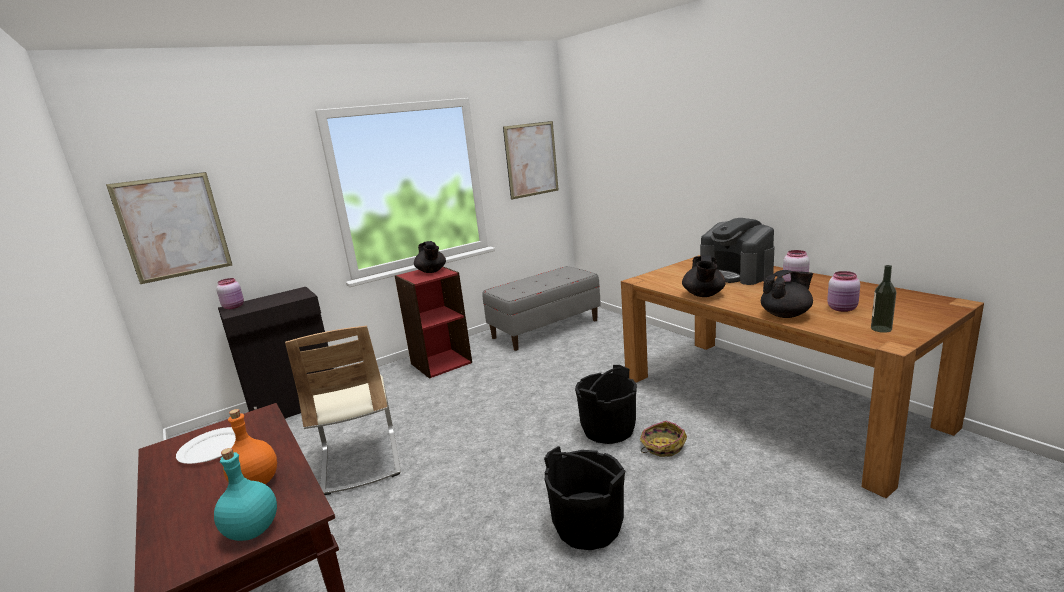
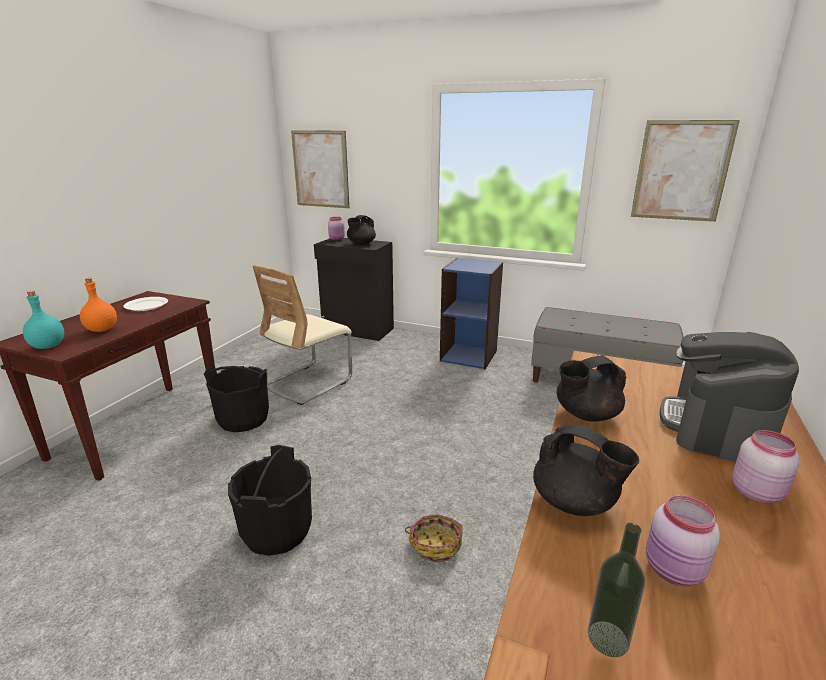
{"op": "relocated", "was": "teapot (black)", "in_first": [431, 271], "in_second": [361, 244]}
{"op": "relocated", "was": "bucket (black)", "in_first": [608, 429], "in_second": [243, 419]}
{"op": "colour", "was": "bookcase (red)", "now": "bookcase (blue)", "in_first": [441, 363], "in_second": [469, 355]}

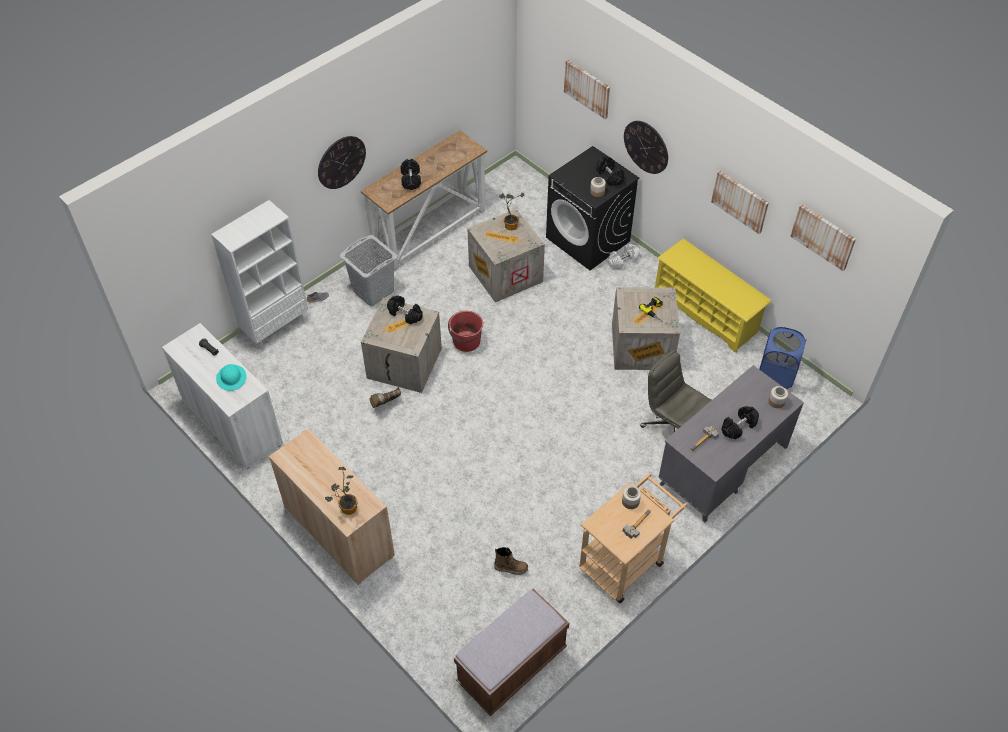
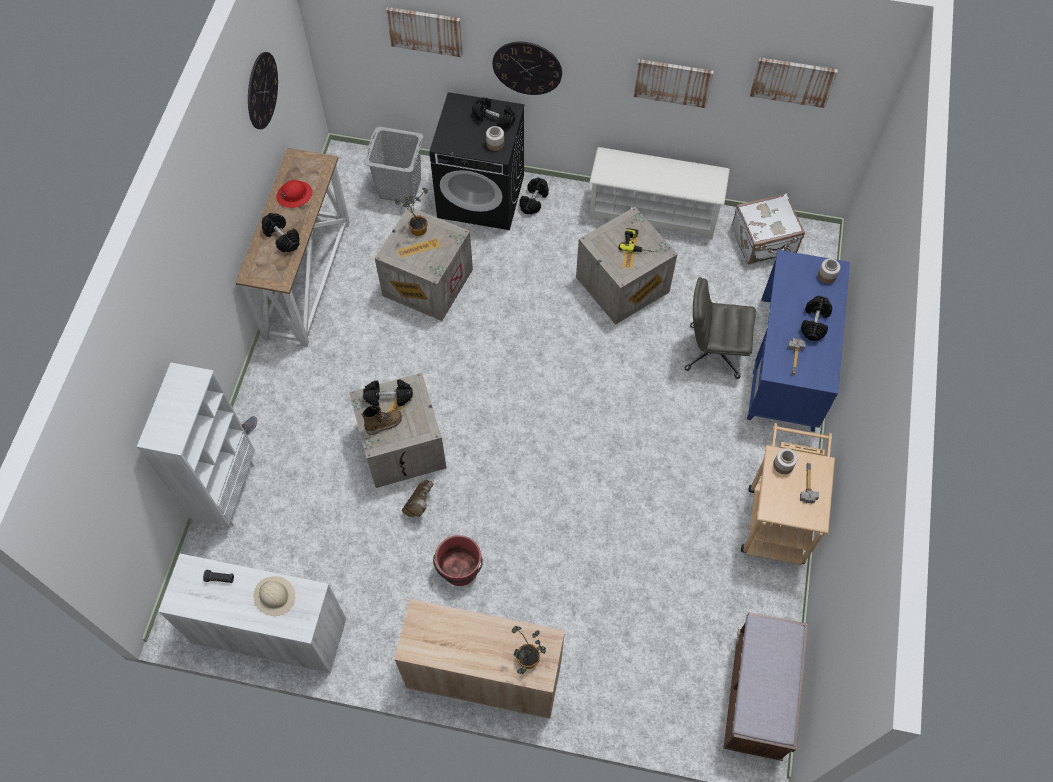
{"op": "appeared", "now": "hard hat (red)", "in_second": [294, 195]}
{"op": "relocated", "was": "wall clock", "in_first": [341, 162], "in_second": [262, 90]}
{"op": "relocated", "was": "laundry basket (grey)", "in_first": [373, 291], "in_second": [400, 188]}
{"op": "relocated", "was": "bucket (red)", "in_first": [466, 341], "in_second": [460, 569]}
{"op": "relocated", "was": "boot", "in_first": [511, 568], "in_second": [384, 424]}
{"op": "exchanged", "was": "laundry basket (blue)", "now": "suitcase (white)", "in_first": [775, 375], "in_second": [764, 242]}
{"op": "colour", "was": "hard hat (turquoise)", "now": "hard hat (beige)", "in_first": [231, 378], "in_second": [274, 596]}
{"op": "colour", "was": "dumbbell (white)", "now": "dumbbell (black)", "in_first": [623, 261], "in_second": [534, 201]}
{"op": "colour", "was": "shoe rack (yellow)", "now": "shoe rack (white)", "in_first": [706, 312], "in_second": [654, 212]}
{"op": "colour", "was": "desk (grey)", "now": "desk (blue)", "in_first": [722, 467], "in_second": [787, 365]}

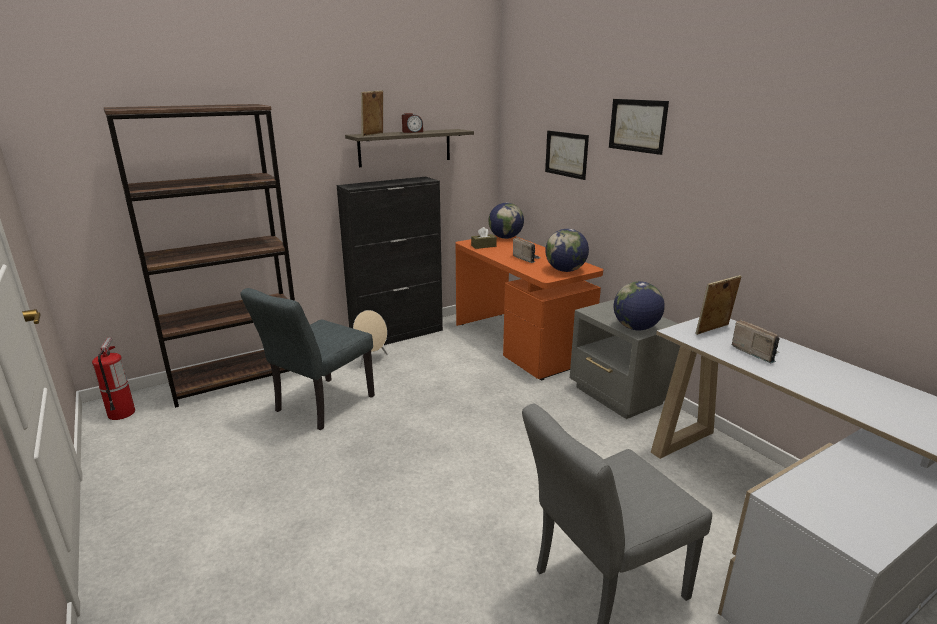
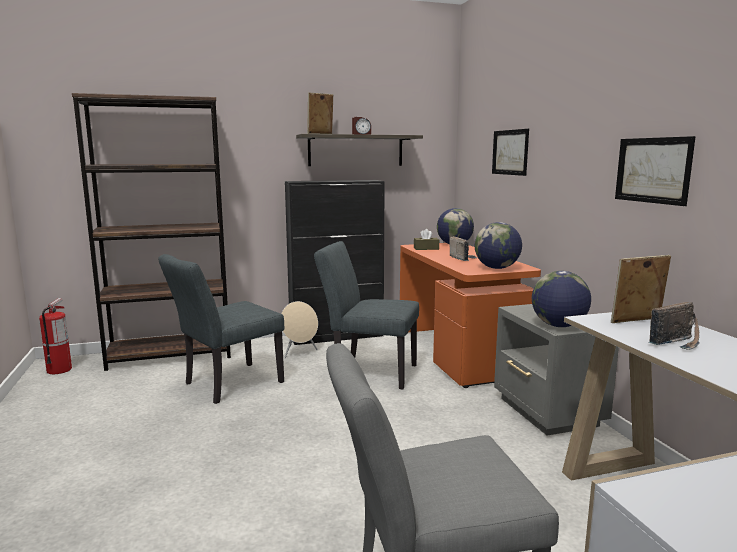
{"op": "appeared", "now": "chair (grey)", "in_second": [368, 372]}
{"op": "relocated", "was": "picture", "in_first": [637, 125], "in_second": [652, 170]}
{"op": "spun", "was": "radio", "in_first": [755, 352], "in_second": [679, 343], "clockwise": 75}

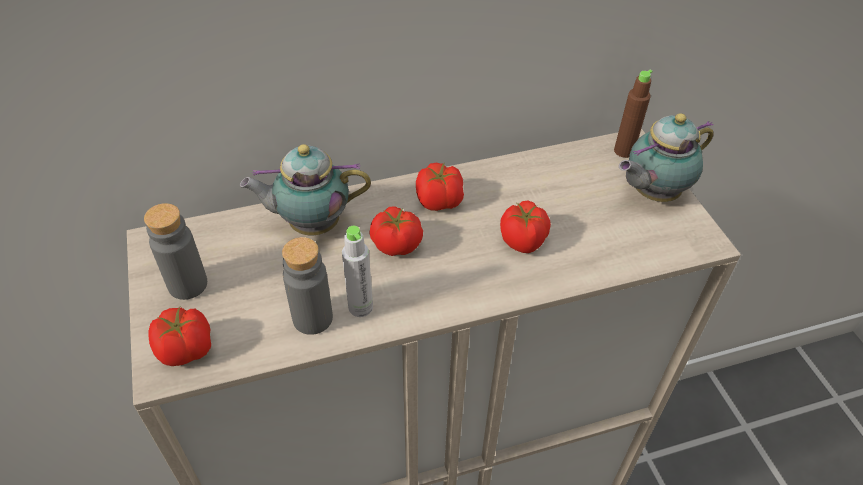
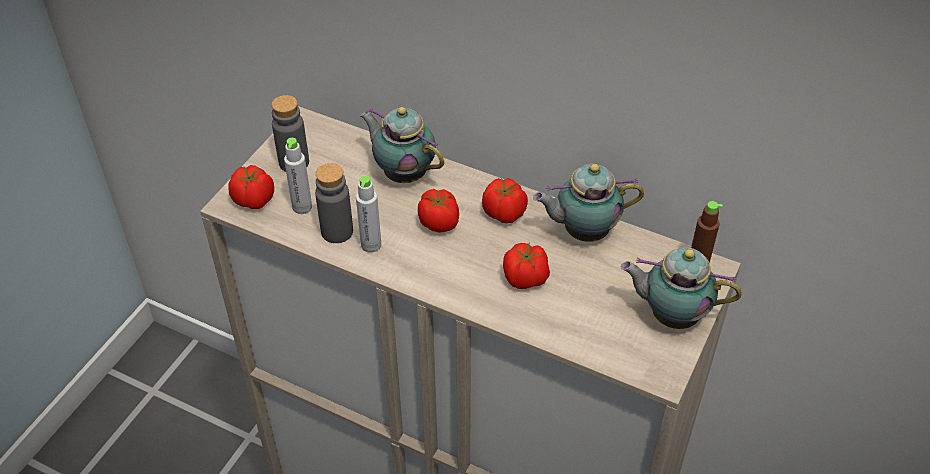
{"op": "appeared", "now": "bottle (grey)", "in_second": [302, 207]}
{"op": "appeared", "now": "teapot", "in_second": [582, 231]}

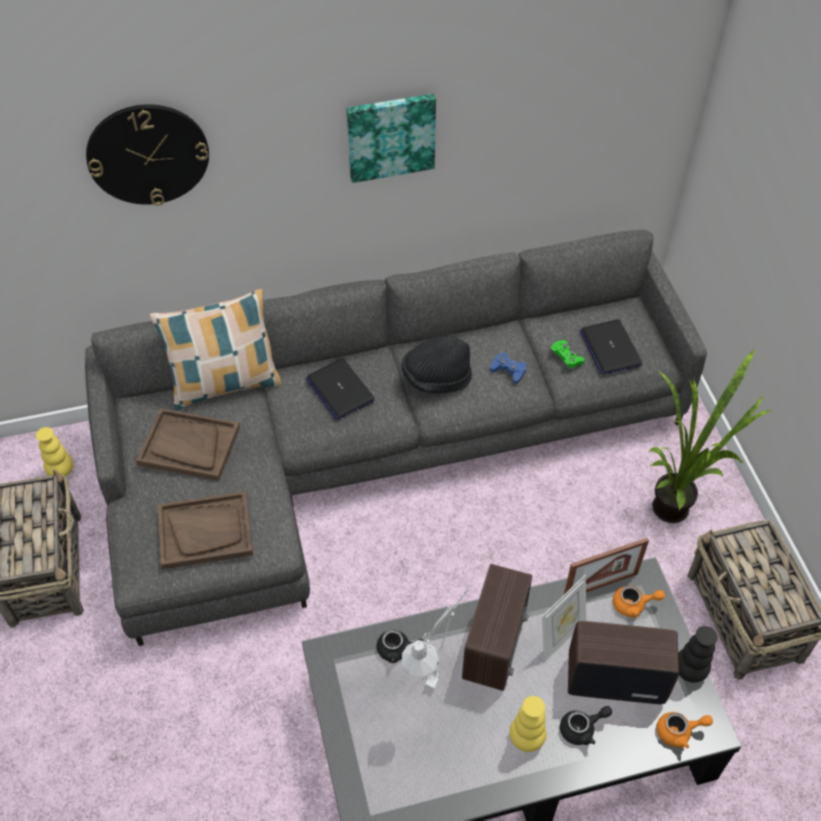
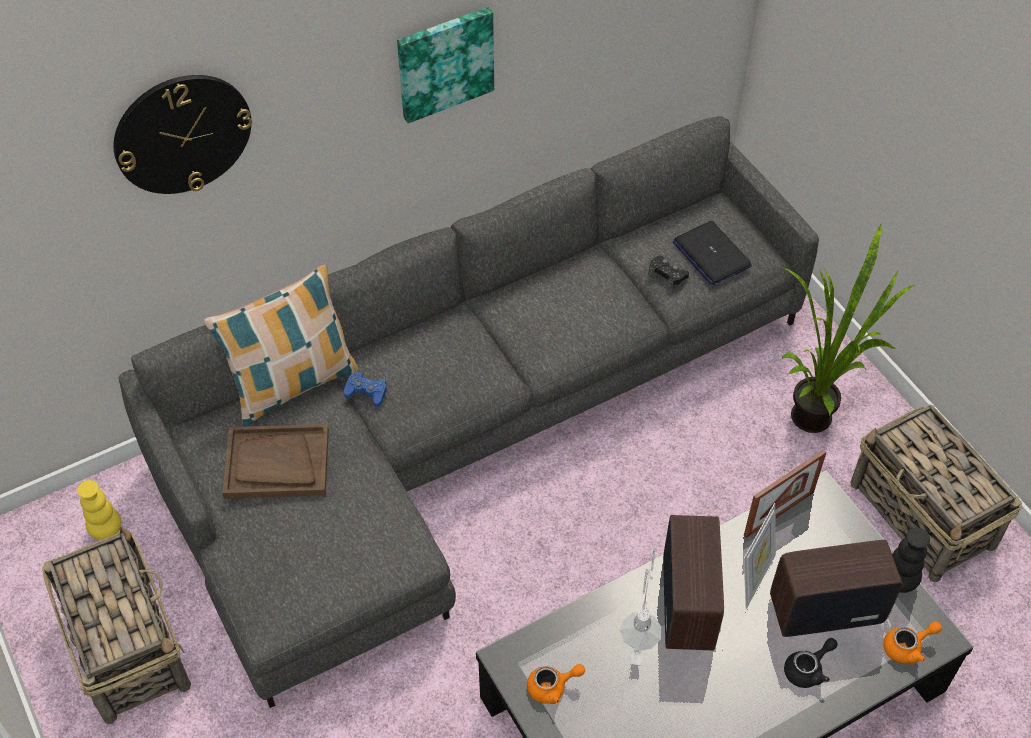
{"op": "missing", "was": "tray (brown)", "in_first": [205, 531]}
{"op": "missing", "was": "laptop", "in_first": [339, 390]}
{"op": "missing", "was": "teapot (black)", "in_first": [398, 650]}
{"op": "missing", "was": "hat (black)", "in_first": [436, 378]}
{"op": "missing", "was": "vase (yellow)", "in_first": [526, 738]}
{"op": "relocated", "was": "game controller (blue)", "in_first": [508, 370], "in_second": [366, 392]}
{"op": "relocated", "was": "teapot (orange)", "in_first": [633, 605], "in_second": [552, 687]}
{"op": "colour", "was": "game controller (green)", "now": "game controller (black)", "in_first": [566, 358], "in_second": [667, 274]}

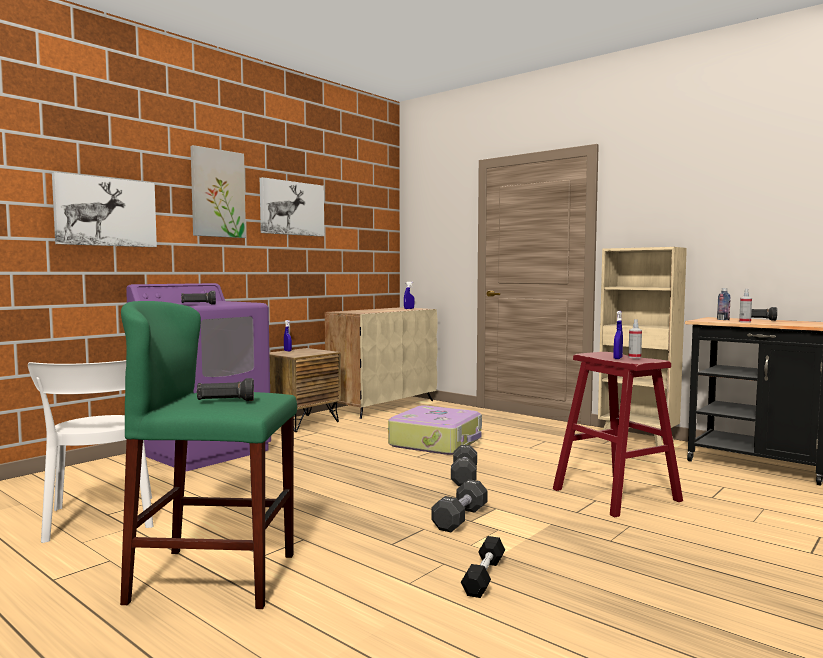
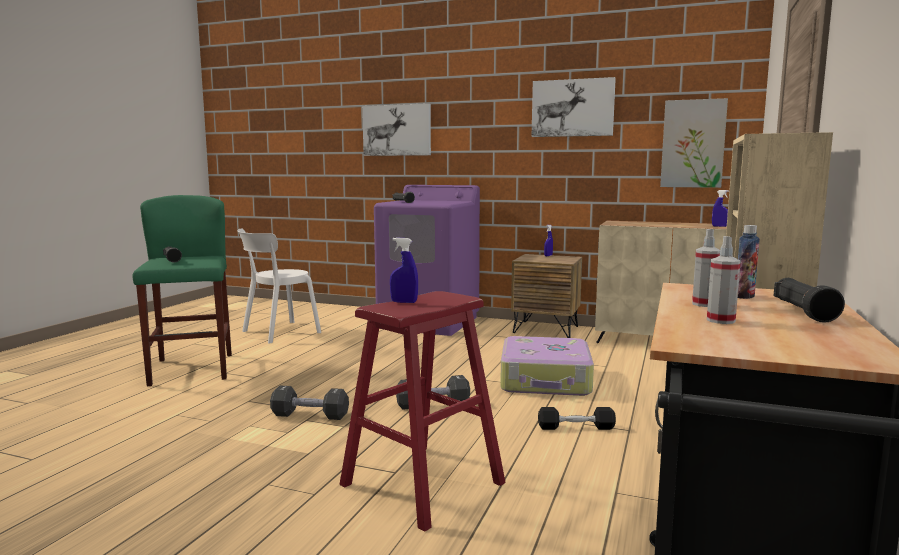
{"op": "relocated", "was": "picture", "in_first": [217, 193], "in_second": [693, 144]}
{"op": "relocated", "was": "dumbbell (black)", "in_first": [484, 576], "in_second": [576, 427]}
{"op": "relocated", "was": "spray bottle", "in_first": [634, 357], "in_second": [720, 320]}

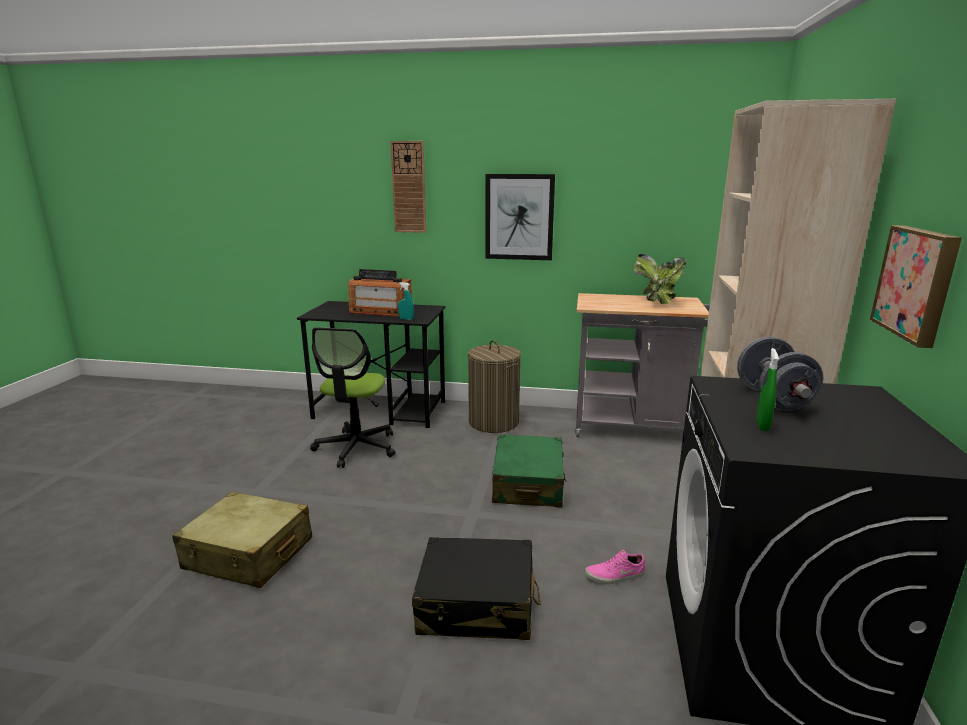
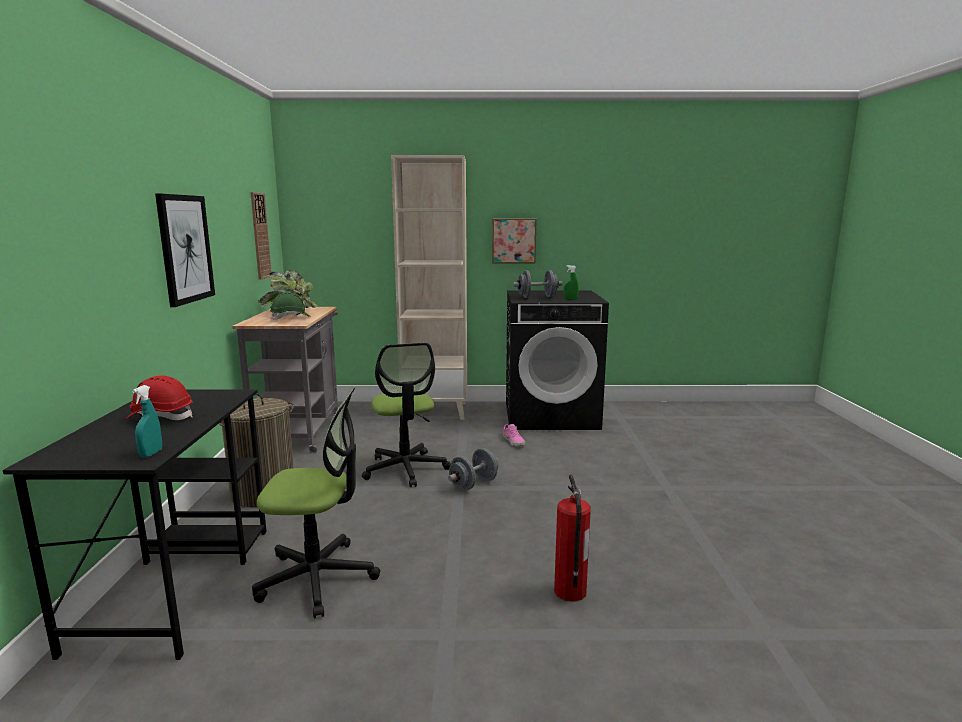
{"op": "missing", "was": "suitcase (black)", "in_first": [477, 604]}
{"op": "appeared", "now": "hard hat (green)", "in_second": [290, 318]}
{"op": "appeared", "now": "dumbbell (grey)", "in_second": [473, 484]}
{"op": "relocated", "was": "wall clock", "in_first": [409, 187], "in_second": [260, 236]}
{"op": "relocated", "was": "spray bottle (turquoise)", "in_first": [406, 319], "in_second": [151, 453]}
{"op": "exchanged", "was": "suitcase (beige)", "now": "fire extinguisher", "in_first": [248, 554], "in_second": [570, 591]}
{"op": "exchanged", "was": "radio", "now": "hard hat (red)", "in_first": [380, 311], "in_second": [160, 417]}
{"op": "exchanged", "was": "suitcase (green)", "now": "office chair", "in_first": [528, 483], "in_second": [405, 469]}

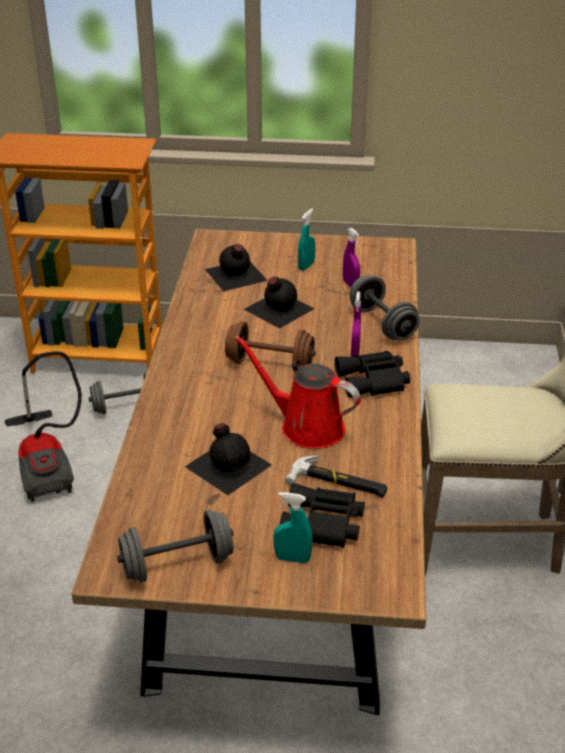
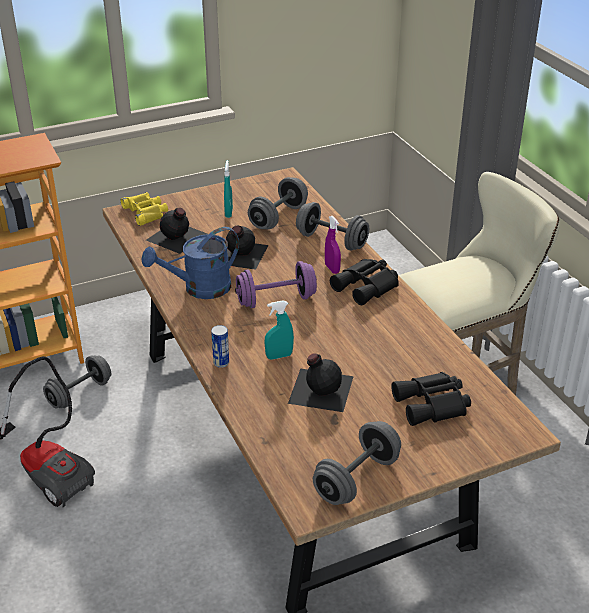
{"op": "missing", "was": "watering can (red)", "in_first": [306, 426]}
{"op": "missing", "was": "hammer", "in_first": [338, 483]}
{"op": "appeared", "now": "binoculars (yellow)", "in_second": [146, 212]}
{"op": "appeared", "now": "watering can (blue)", "in_second": [199, 289]}
{"op": "appeared", "now": "can", "in_second": [221, 363]}
{"op": "relocated", "was": "spray bottle (turquoise)", "in_first": [292, 558], "in_second": [279, 356]}
{"op": "exchanged", "was": "spray bottle (purple)", "now": "dumbbell (grey)", "in_first": [350, 284], "in_second": [278, 217]}
{"op": "colour", "was": "dumbbell (brown)", "now": "dumbbell (purple)", "in_first": [270, 364], "in_second": [276, 300]}

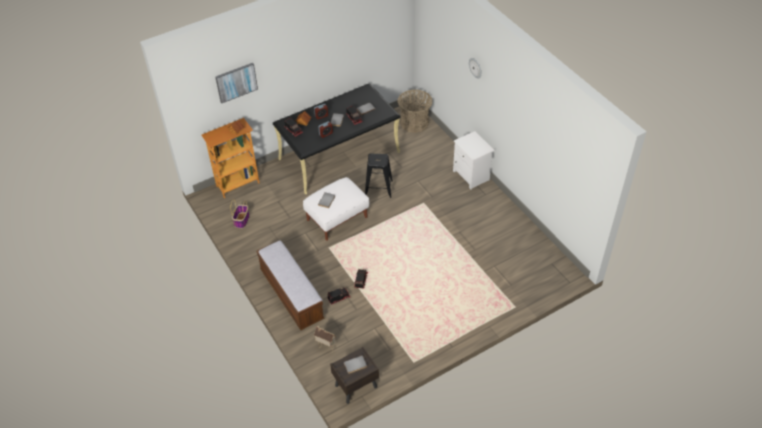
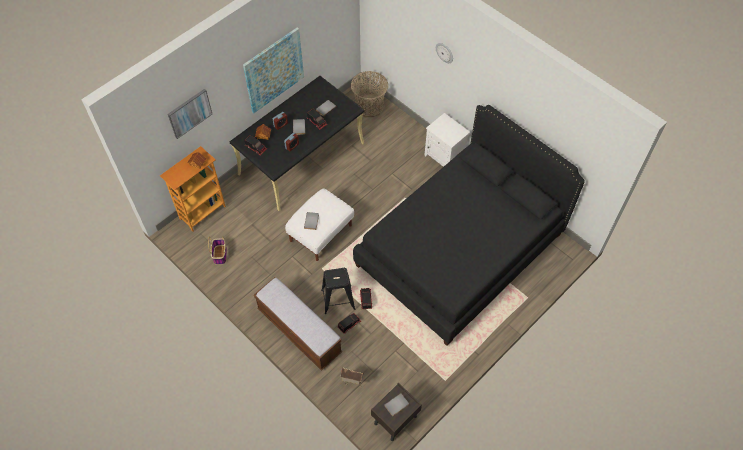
{"op": "appeared", "now": "picture", "in_second": [274, 70]}
{"op": "appeared", "now": "bed (black)", "in_second": [460, 249]}
{"op": "relocated", "was": "stool (black)", "in_first": [379, 188], "in_second": [338, 299]}

